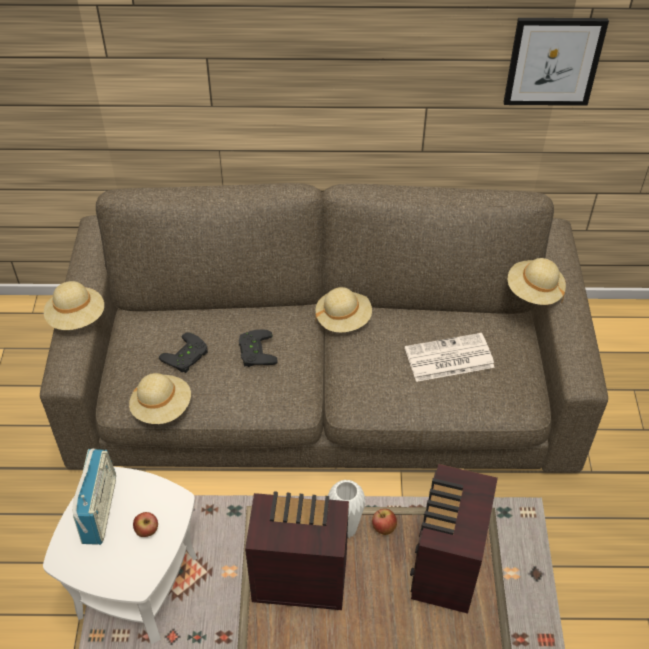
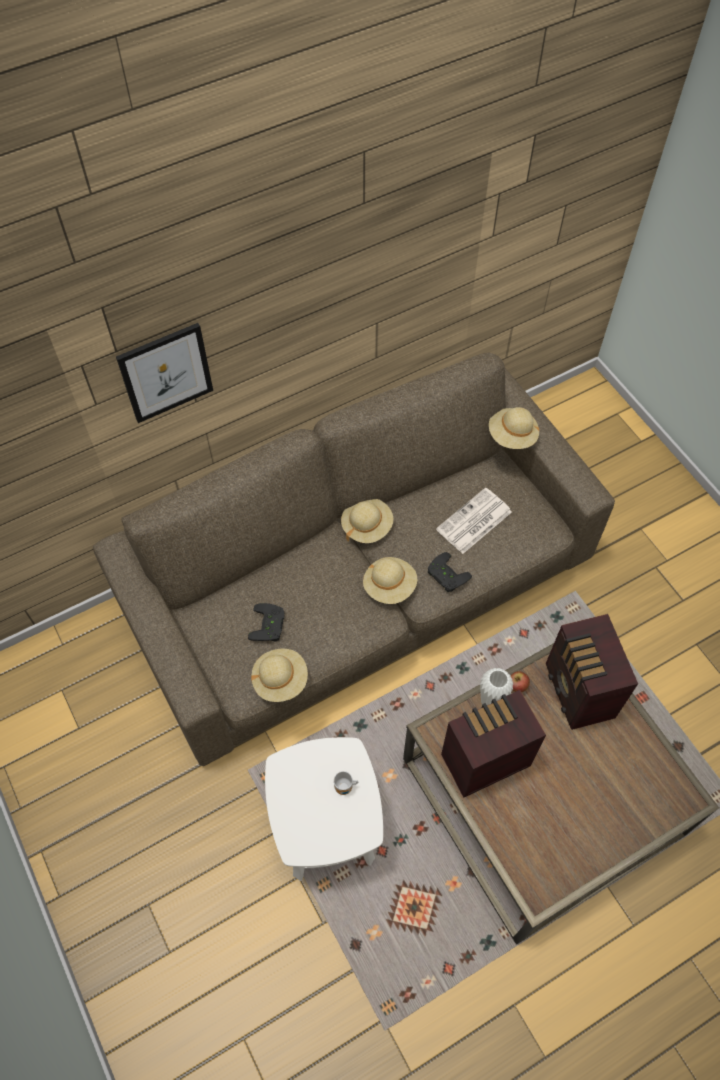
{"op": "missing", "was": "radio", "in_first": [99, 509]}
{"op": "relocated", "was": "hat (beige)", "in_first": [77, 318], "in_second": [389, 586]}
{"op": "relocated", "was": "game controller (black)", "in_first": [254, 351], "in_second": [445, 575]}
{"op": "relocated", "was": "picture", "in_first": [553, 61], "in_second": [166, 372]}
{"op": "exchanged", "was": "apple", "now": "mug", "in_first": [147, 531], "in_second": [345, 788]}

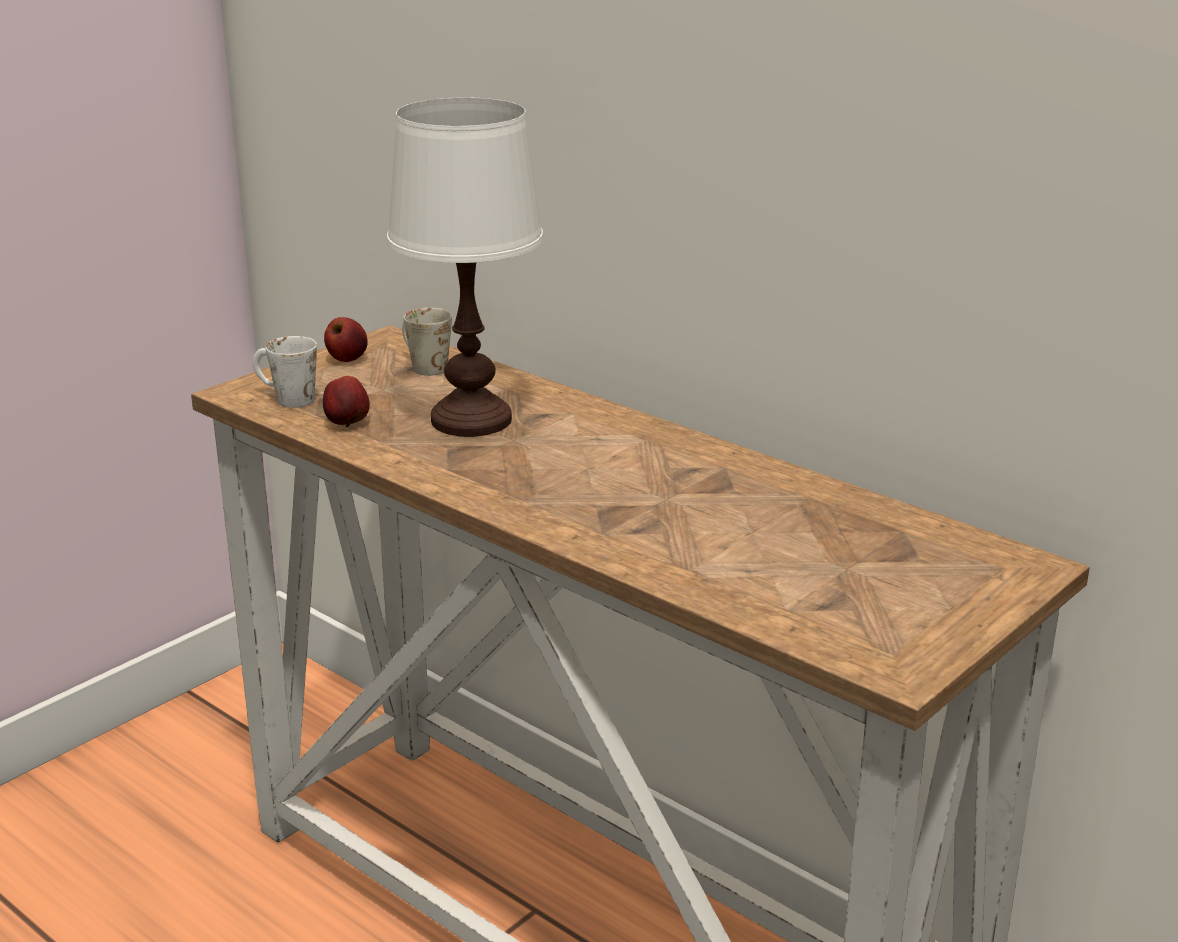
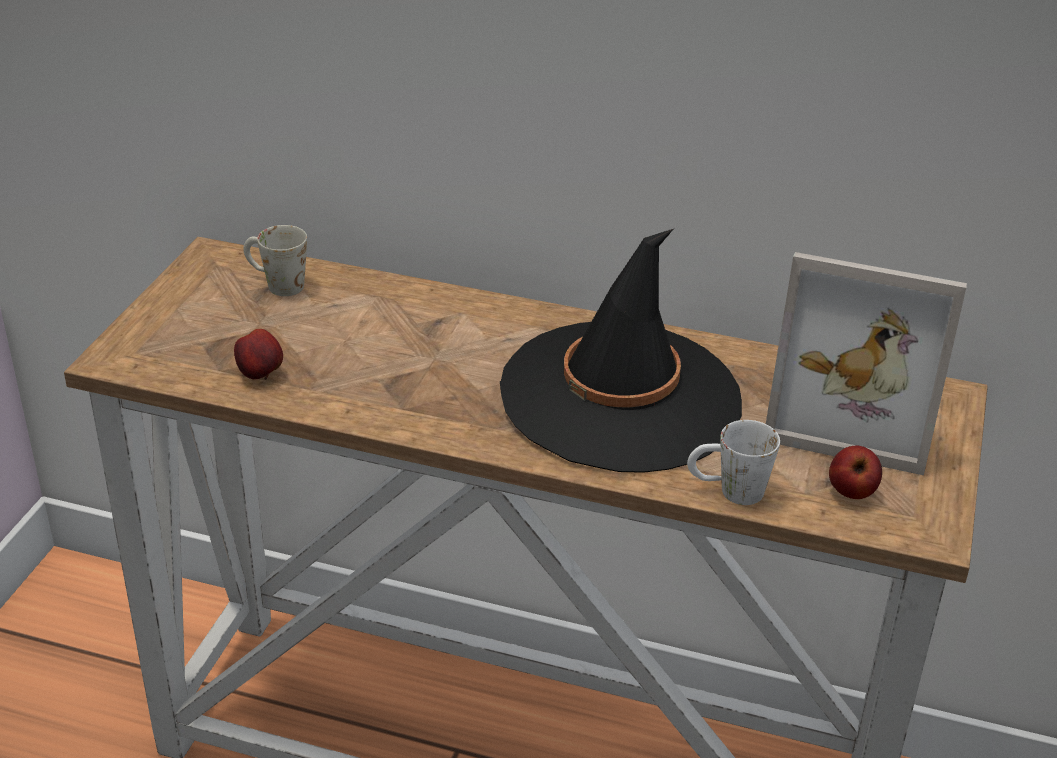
{"op": "missing", "was": "table lamp (white)", "in_first": [470, 420]}
{"op": "appeared", "now": "hat (black)", "in_second": [620, 397]}
{"op": "appeared", "now": "picture frame", "in_second": [853, 414]}
{"op": "relocated", "was": "mug (white)", "in_first": [285, 398], "in_second": [728, 491]}
{"op": "relocated", "was": "apple", "in_first": [347, 359], "in_second": [851, 492]}

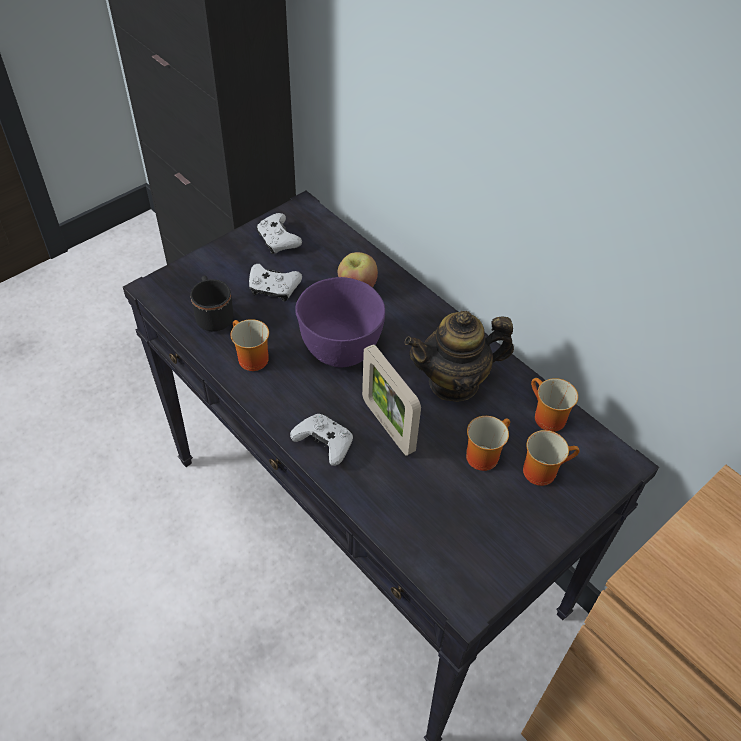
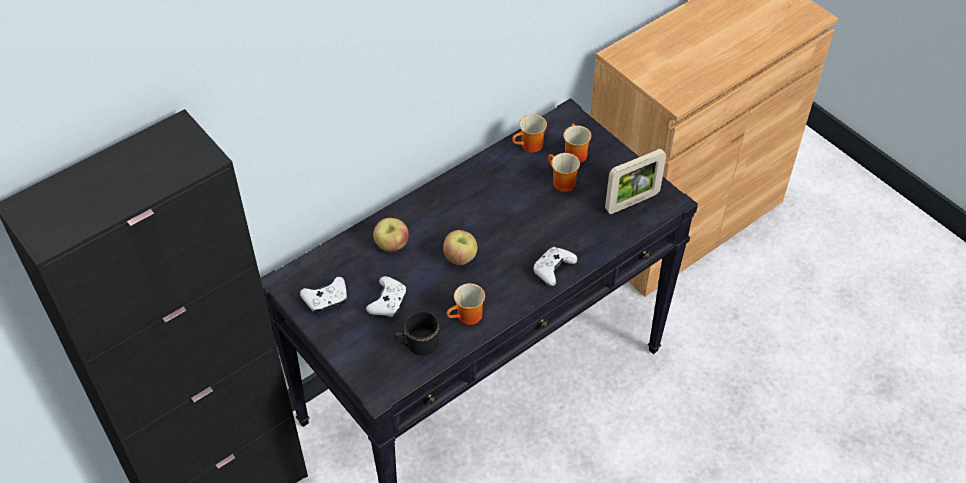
{"op": "missing", "was": "teapot", "in_first": [454, 382]}
{"op": "relocated", "was": "picture frame", "in_first": [388, 426], "in_second": [632, 202]}
{"op": "exchanged", "was": "bowl (purple)", "now": "apple", "in_first": [341, 348], "in_second": [460, 257]}

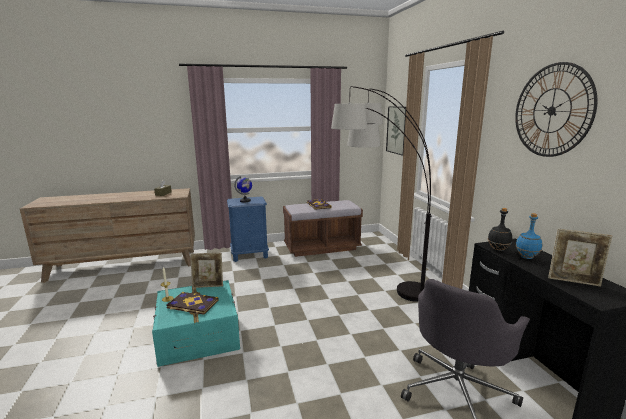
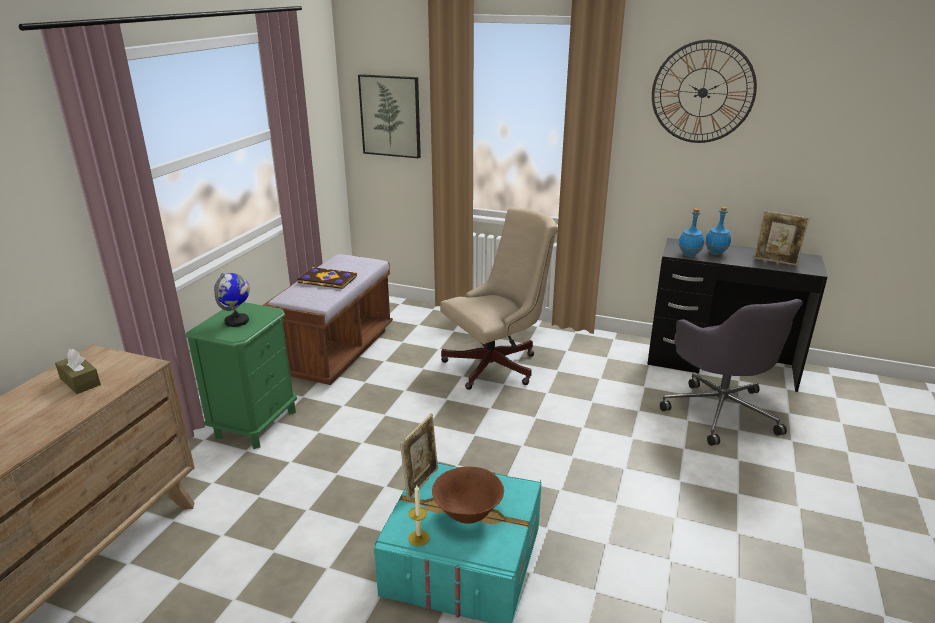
{"op": "exchanged", "was": "book", "now": "bowl (brown)", "in_first": [192, 304], "in_second": [468, 514]}
{"op": "exchanged", "was": "floor lamp", "now": "office chair (beige)", "in_first": [373, 286], "in_second": [497, 365]}
{"op": "colour", "was": "nightstand (blue)", "now": "nightstand (green)", "in_first": [249, 255], "in_second": [255, 423]}
{"op": "colour", "was": "bottle (black)", "now": "bottle (blue)", "in_first": [497, 250], "in_second": [689, 255]}
{"op": "spun", "was": "picture frame", "in_first": [573, 281], "in_second": [775, 261], "clockwise": 60}

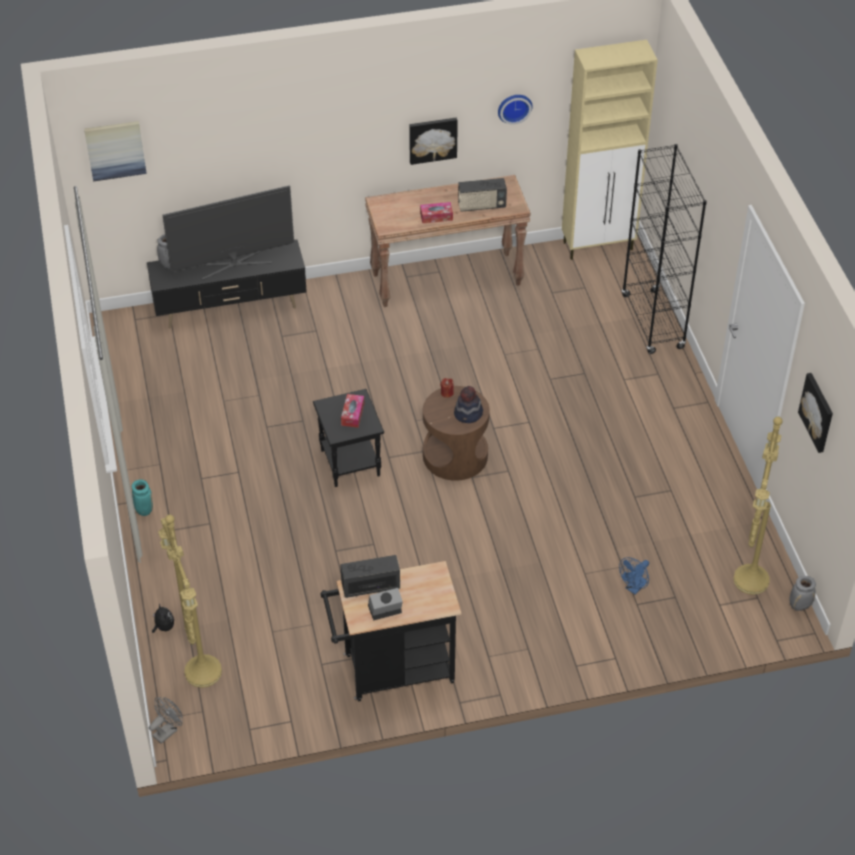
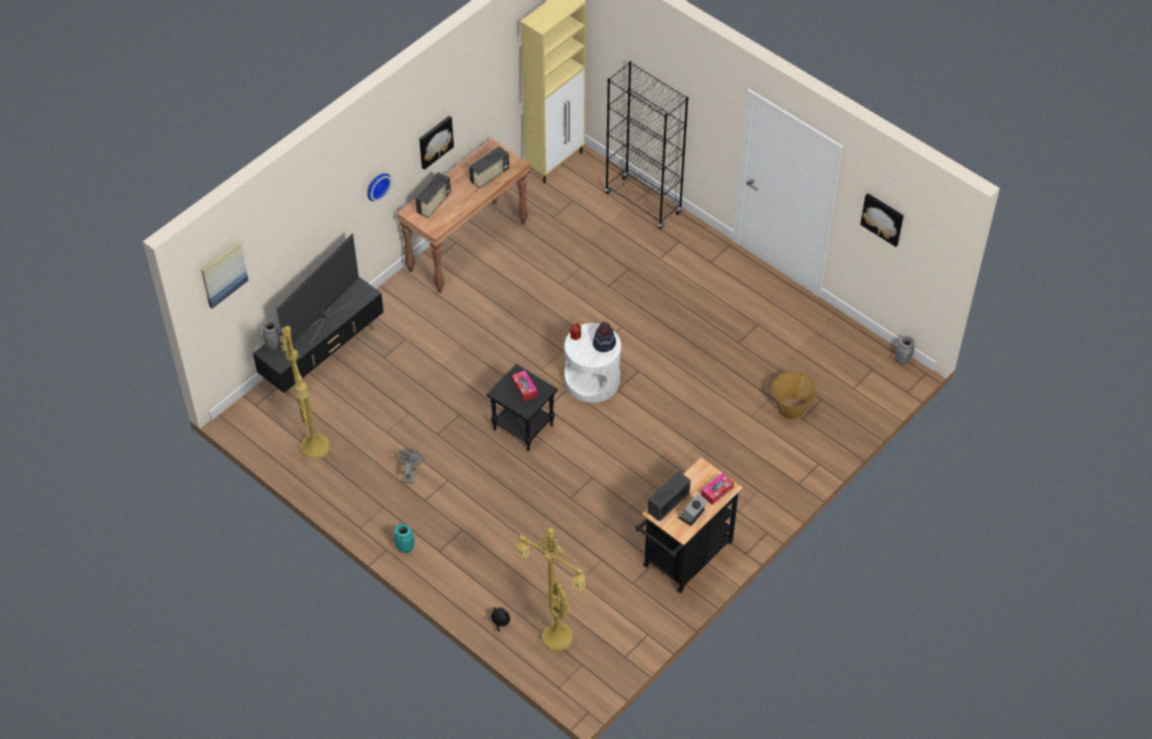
{"op": "appeared", "now": "radio", "in_second": [434, 203]}
{"op": "relocated", "was": "fan (grey)", "in_first": [168, 731], "in_second": [410, 473]}
{"op": "relocated", "was": "tissue box", "in_first": [436, 216], "in_second": [717, 491]}
{"op": "relocated", "was": "wall clock", "in_first": [514, 107], "in_second": [377, 185]}
{"op": "relocated", "was": "floor lamp (yellow)", "in_first": [749, 578], "in_second": [312, 447]}
{"op": "exchanged", "was": "fan (blue)", "now": "basket", "in_first": [634, 588], "in_second": [791, 408]}
{"op": "colour", "was": "side table (brown)", "now": "side table (white)", "in_first": [455, 456], "in_second": [592, 380]}

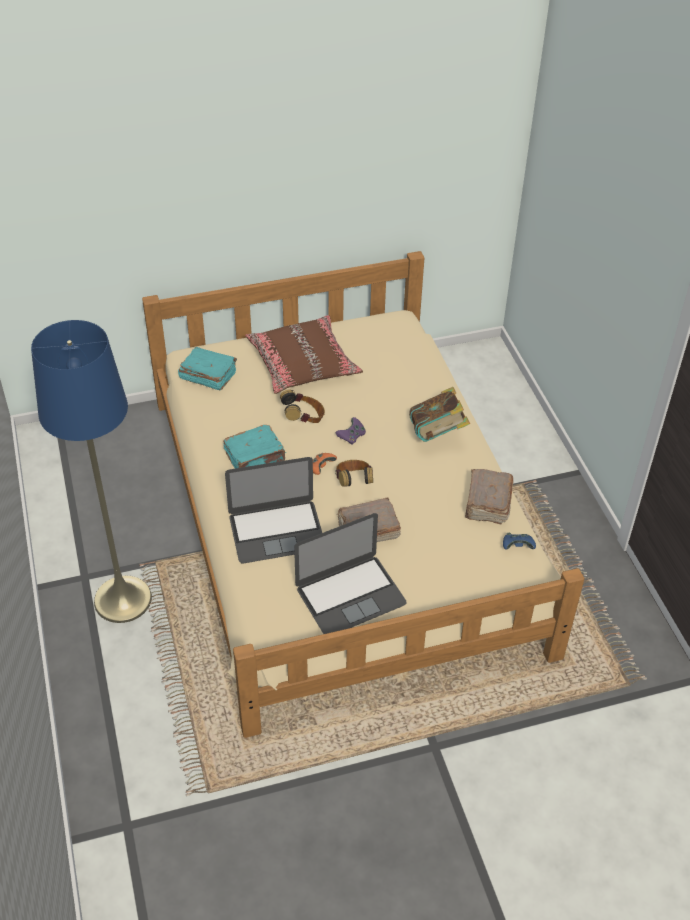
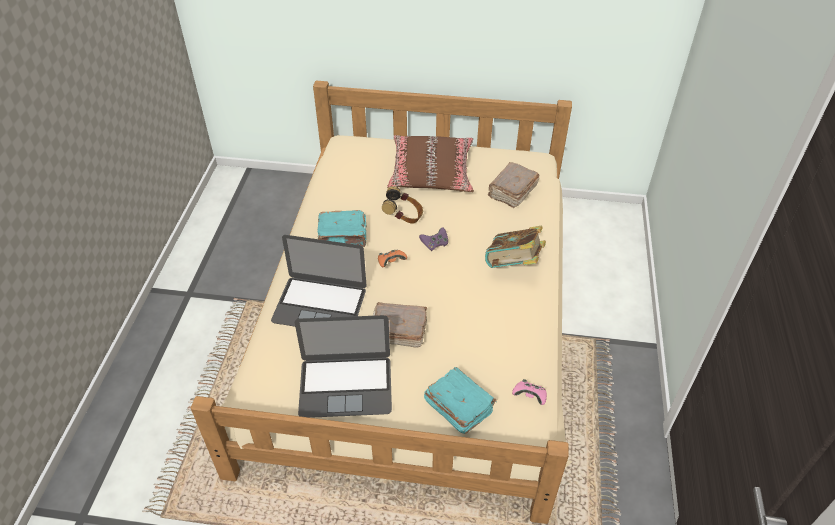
{"op": "missing", "was": "floor lamp (blue)", "in_first": [122, 599]}
{"op": "missing", "was": "headphones", "in_first": [353, 482]}
{"op": "relocated", "was": "book (turquoise)", "in_first": [207, 376], "in_second": [458, 406]}
{"op": "relocated", "was": "book (brown)", "in_first": [487, 504], "in_second": [512, 192]}
{"op": "colour", "was": "game controller (blue)", "now": "game controller (pink)", "in_first": [517, 547], "in_second": [530, 396]}

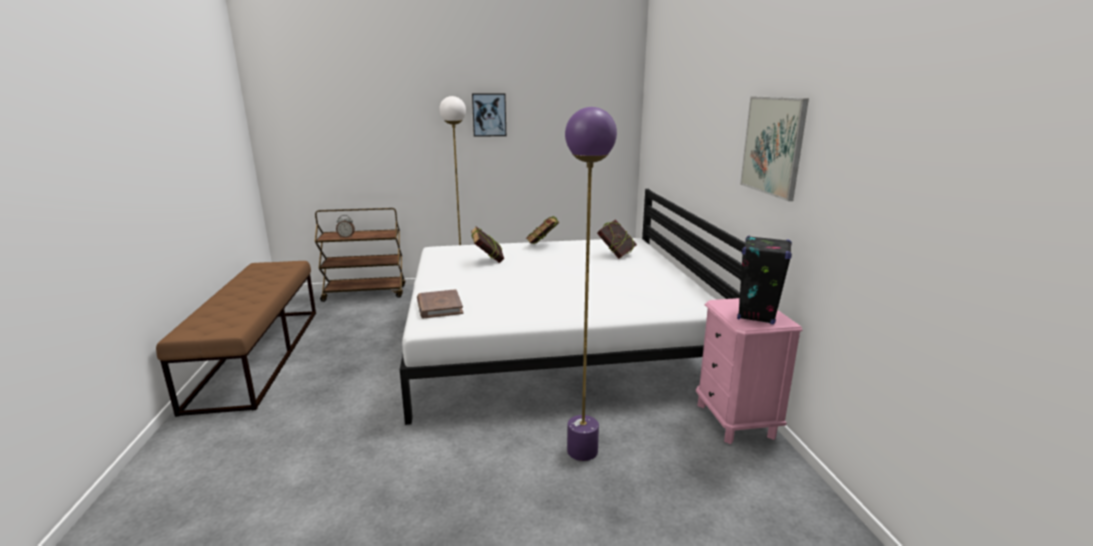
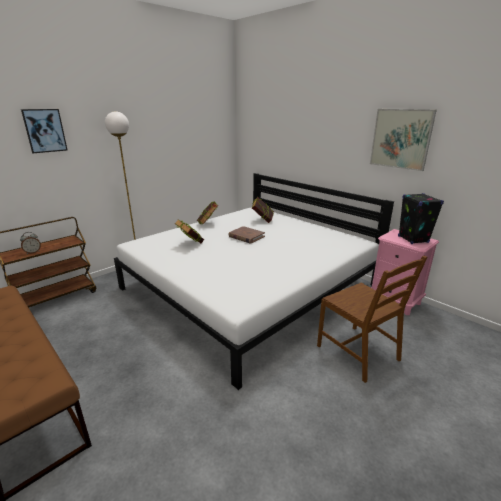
{"op": "relocated", "was": "book (brown)", "in_first": [439, 307], "in_second": [246, 236]}
{"op": "relocated", "was": "picture", "in_first": [489, 115], "in_second": [44, 130]}
{"op": "exchanged", "was": "floor lamp (purple)", "now": "chair (brown)", "in_first": [582, 451], "in_second": [359, 352]}

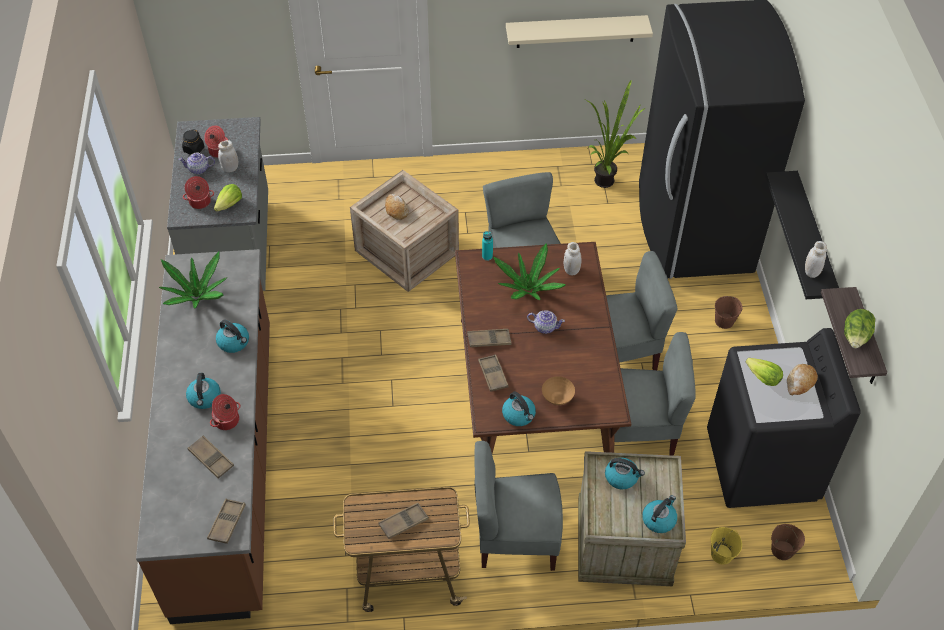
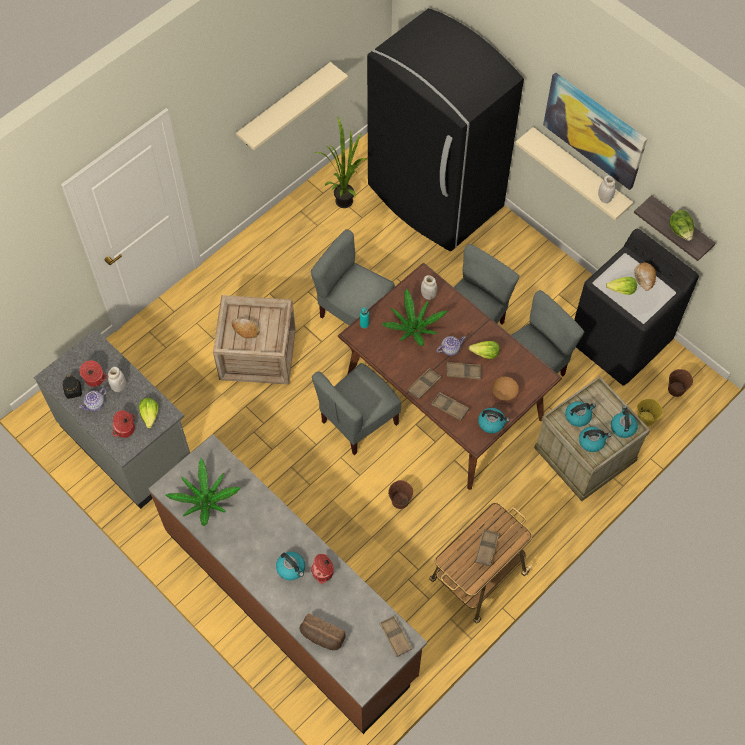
{"op": "appeared", "now": "bread", "in_second": [321, 637]}
{"op": "appeared", "now": "lettuce", "in_second": [485, 354]}
{"op": "appeared", "now": "picture", "in_second": [594, 130]}
{"op": "relocated", "was": "tray (brown)", "in_first": [211, 459], "in_second": [463, 372]}
{"op": "relocated", "was": "kettle", "in_first": [234, 342], "in_second": [592, 441]}
{"op": "relocated", "was": "chair (grey)", "in_first": [515, 538], "in_second": [358, 422]}
{"op": "relocated", "was": "bucket (brown)", "in_first": [724, 321], "in_second": [400, 501]}
{"op": "colour", "was": "shelf (black)", "now": "shelf (beige)", "in_first": [814, 241], "in_second": [580, 172]}

